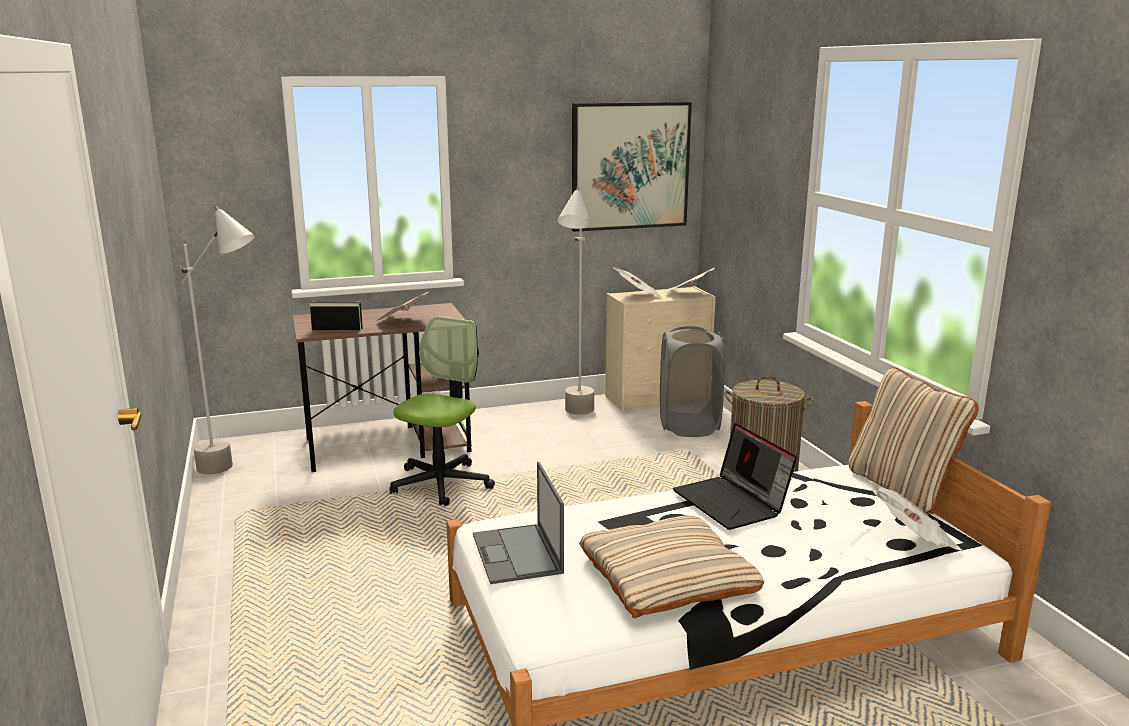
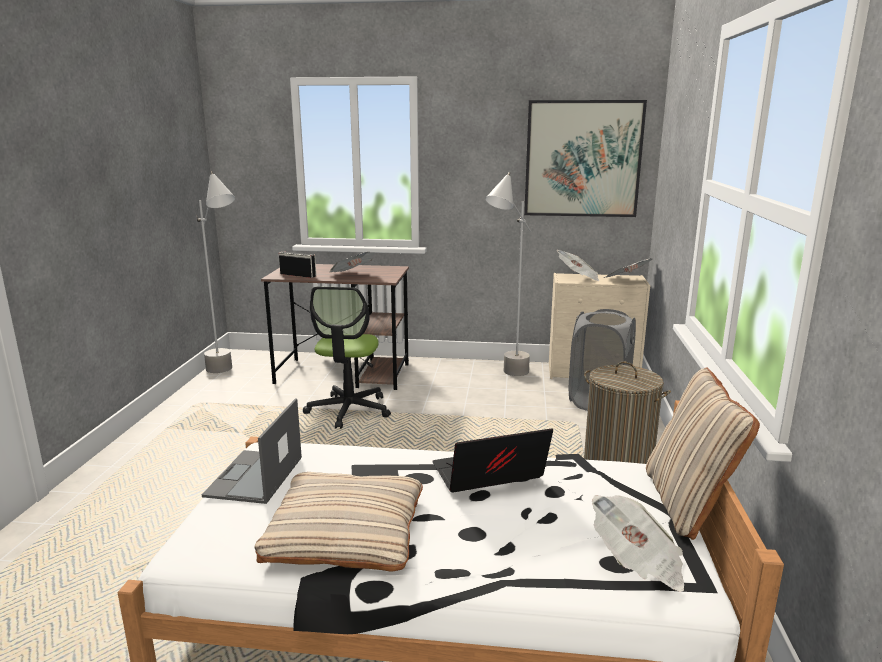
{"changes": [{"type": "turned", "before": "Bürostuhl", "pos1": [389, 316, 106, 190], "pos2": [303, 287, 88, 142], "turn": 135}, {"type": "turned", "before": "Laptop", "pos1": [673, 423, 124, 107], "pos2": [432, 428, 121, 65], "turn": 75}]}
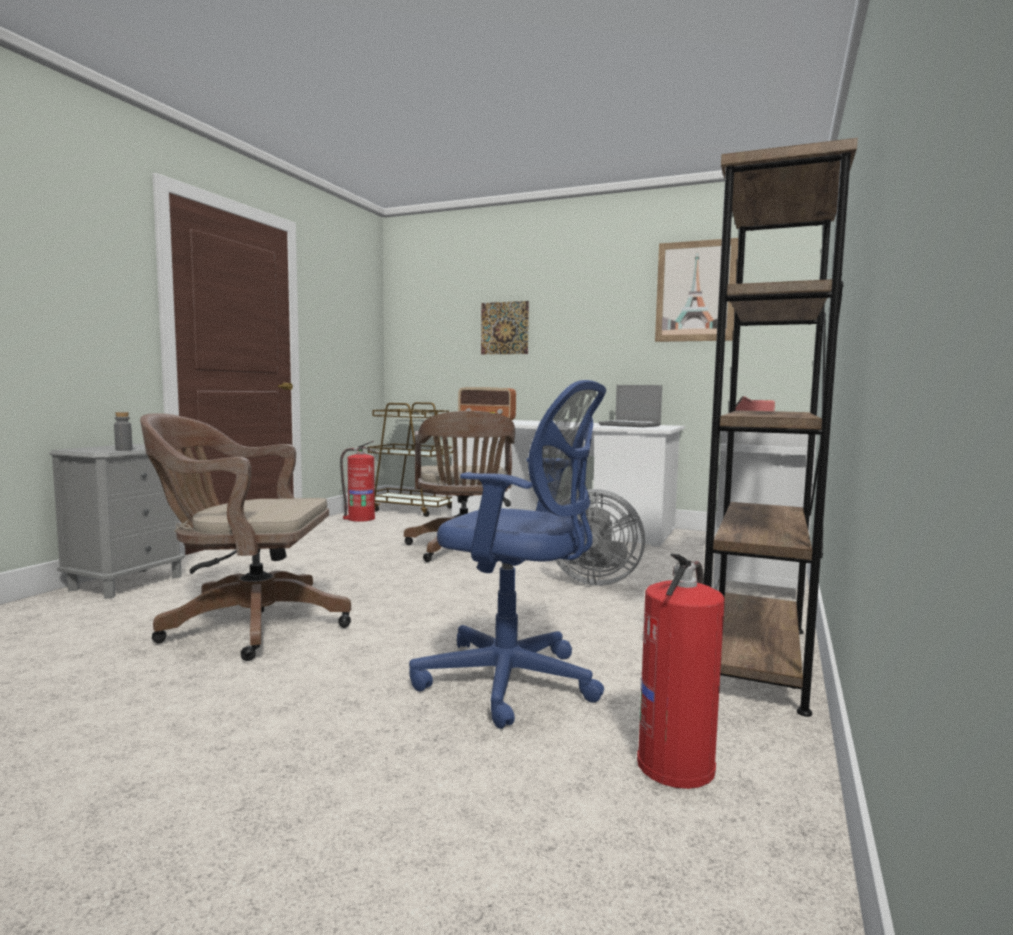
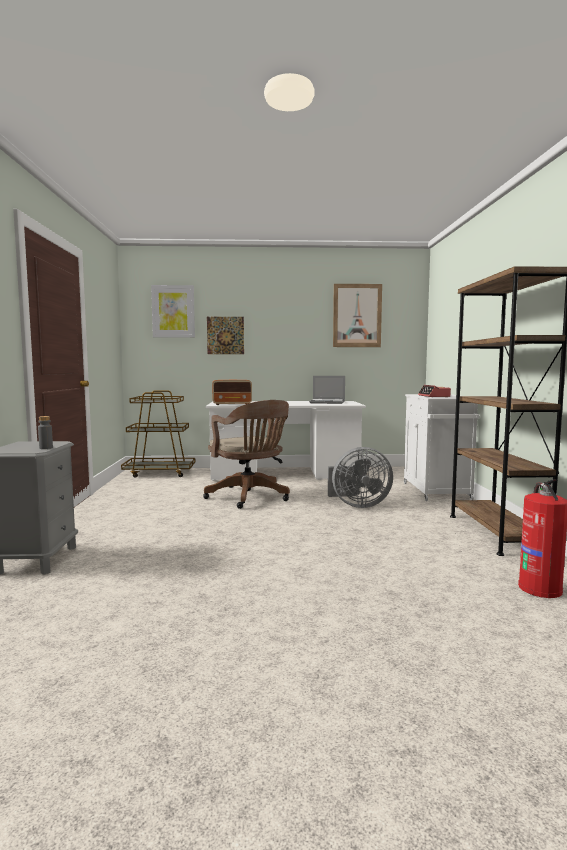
{"changes": [{"type": "removed", "before": "Bürostuhl/blau", "pos1": [409, 380, 197, 349]}, {"type": "removed", "before": "Bürostuhl/braun", "pos1": [140, 413, 211, 248]}, {"type": "removed", "before": "Feuerlöscher", "pos1": [340, 441, 38, 81]}, {"type": "added", "after": "Bild", "pos2": [151, 285, 44, 53]}]}
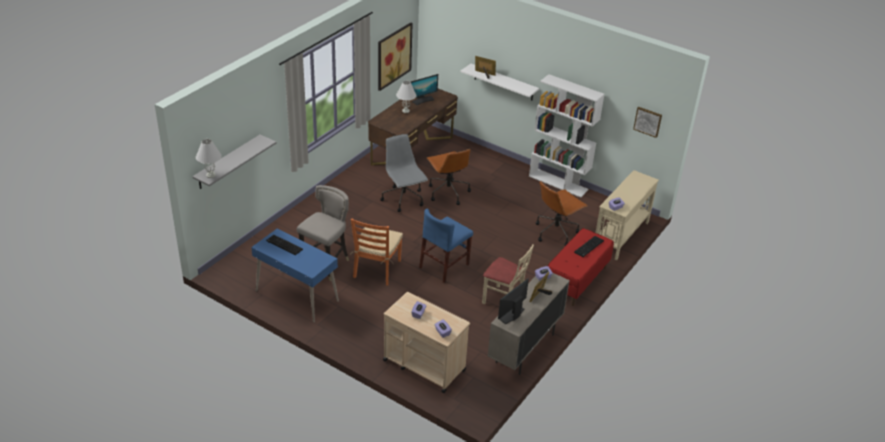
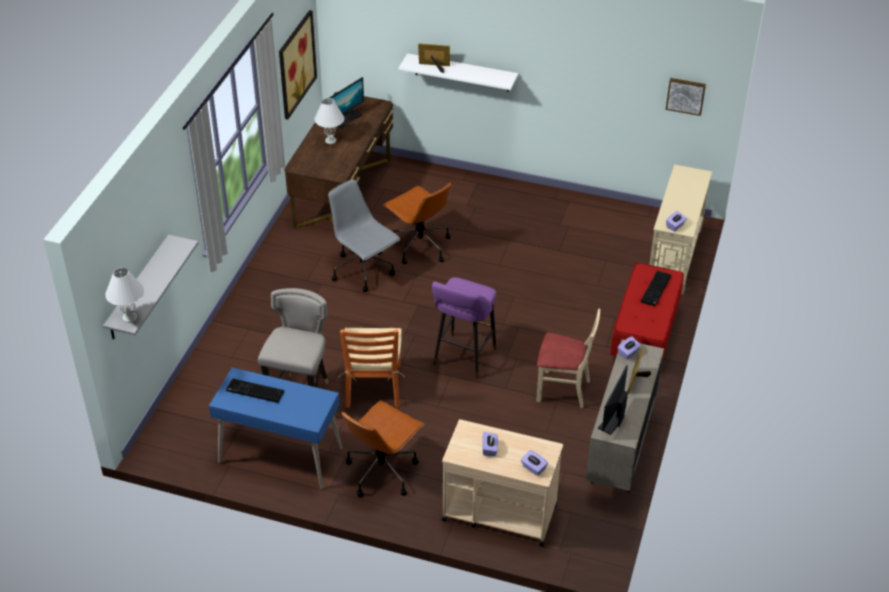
{"changes": [{"type": "removed", "before": "Bücherregal/weiß", "pos1": [529, 74, 76, 124]}, {"type": "moved", "before": "Bürostuhl/braun", "pos1": [536, 181, 52, 65], "pos2": [342, 401, 82, 96]}, {"type": "replaced", "before": "Stuhl/blau", "after": "Hocker/lila", "pos1": [419, 208, 54, 75], "pos2": [432, 277, 65, 102]}]}
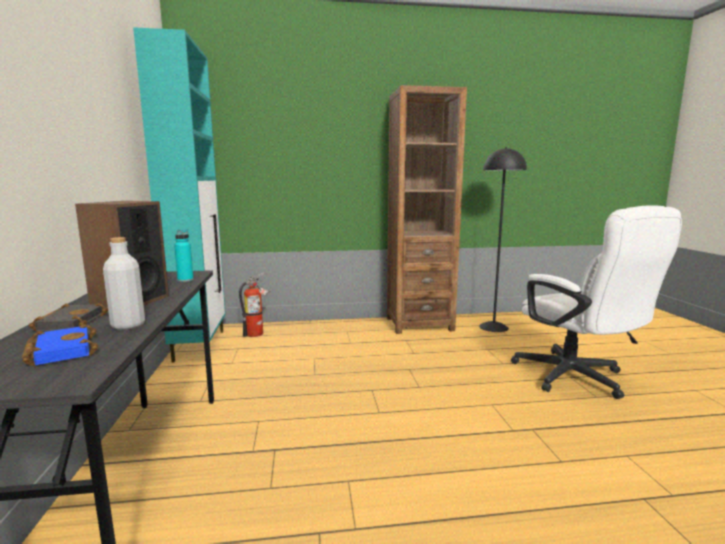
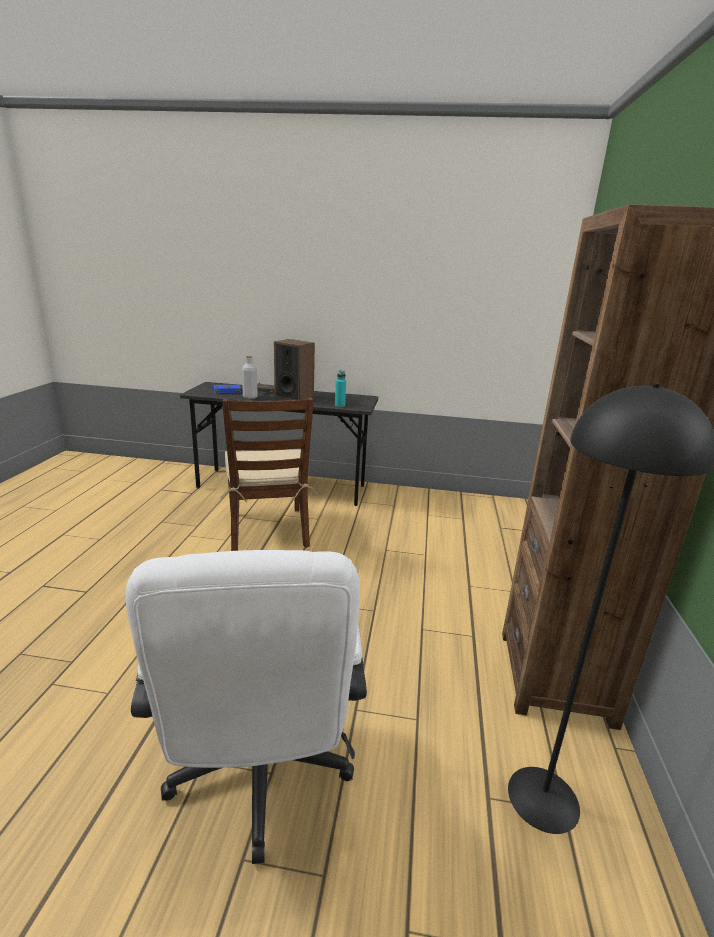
{"changes": [{"type": "removed", "before": "Schrank/türkis", "pos1": [133, 27, 93, 336]}, {"type": "turned", "before": "Bürostuhl/weiß", "pos1": [511, 205, 171, 194], "pos2": [126, 550, 241, 314], "turn": -90}, {"type": "removed", "before": "Feuerlöscher", "pos1": [239, 272, 32, 65]}, {"type": "added", "after": "Stuhl/braun", "pos2": [220, 398, 97, 153]}]}
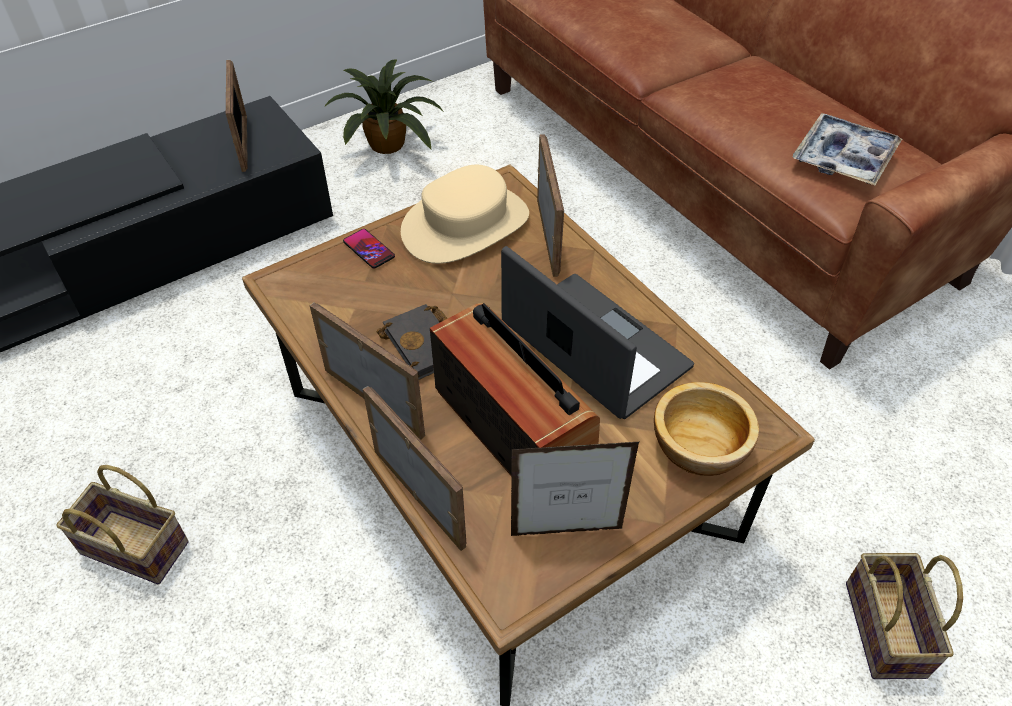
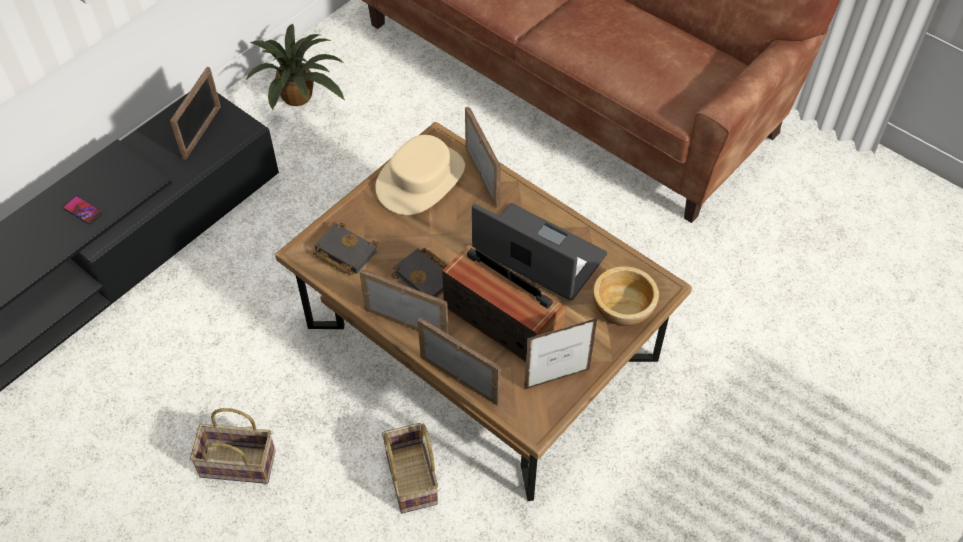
{"changes": [{"type": "turned", "before": "Bilderrahmen", "pos1": [226, 60, 22, 112], "pos2": [170, 67, 51, 93], "turn": 45}, {"type": "removed", "before": "Tablett", "pos1": [792, 113, 110, 72]}, {"type": "moved", "before": "Handy", "pos1": [343, 229, 52, 40], "pos2": [63, 196, 40, 28]}, {"type": "moved", "before": "Korb", "pos1": [846, 553, 117, 126], "pos2": [382, 423, 56, 90]}, {"type": "added", "after": "Buch/schwarz", "pos2": [313, 222, 65, 53]}]}
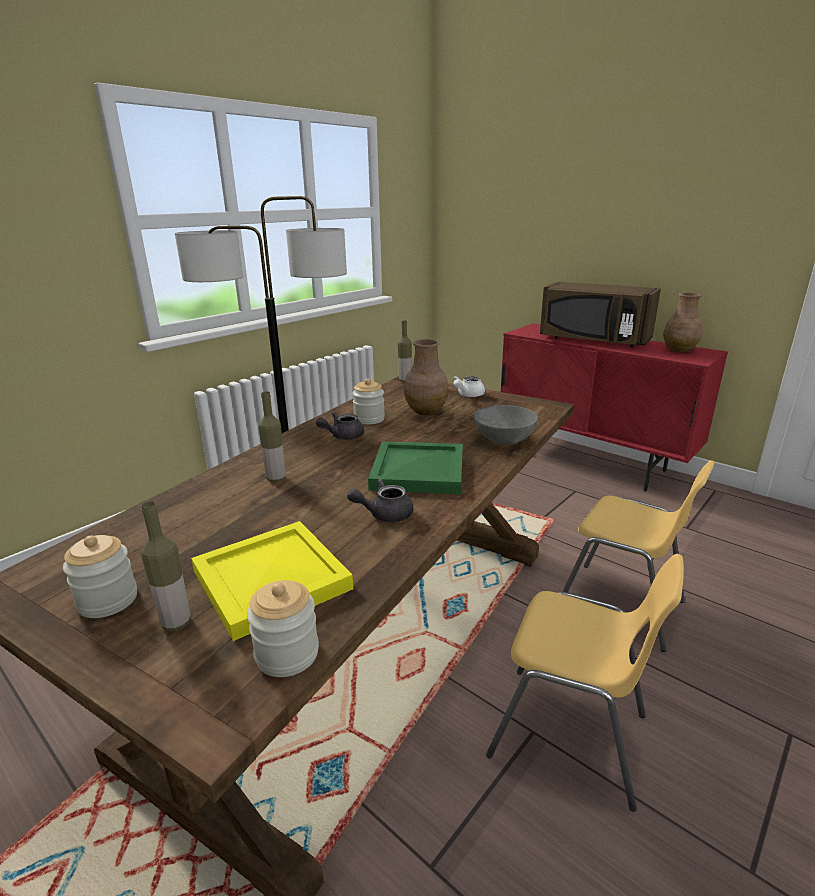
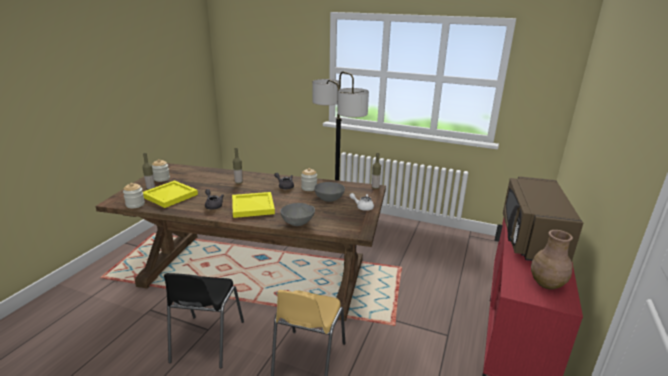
{"changes": [{"type": "replaced", "before": "Vase/braun", "after": "Schüssel/grau", "pos1": [404, 339, 45, 76], "pos2": [314, 182, 31, 20]}, {"type": "recoloured", "before": "Tablett/grün", "after": "Tablett/gelb", "pos1": [368, 441, 95, 53], "pos2": [232, 192, 43, 26]}, {"type": "recoloured", "before": "Stuhl/gelb", "after": "Stuhl/schwarz", "pos1": [486, 554, 198, 258], "pos2": [164, 273, 80, 95]}]}
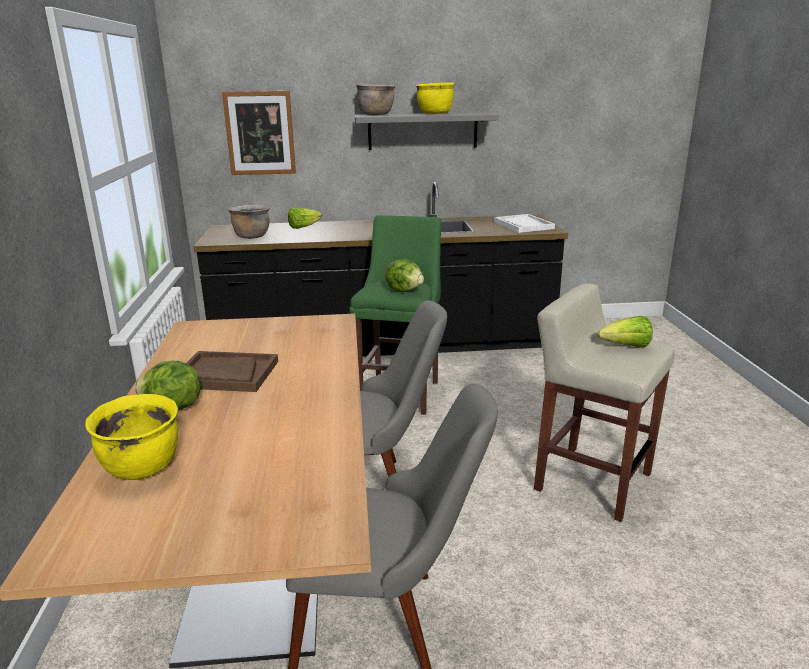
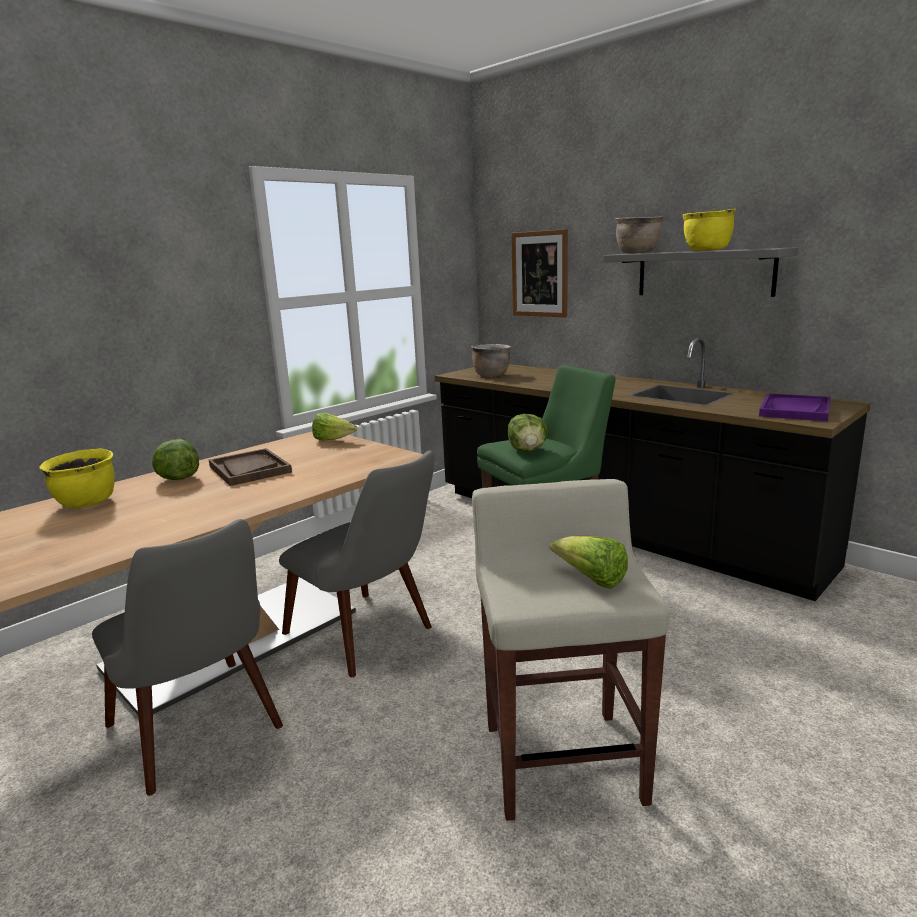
{"changes": [{"type": "moved", "before": "Salatkopf", "pos1": [288, 207, 34, 22], "pos2": [312, 413, 45, 28]}, {"type": "recoloured", "before": "Tablett/weiß", "after": "Tablett/lila", "pos1": [494, 214, 61, 19], "pos2": [759, 393, 72, 28]}]}
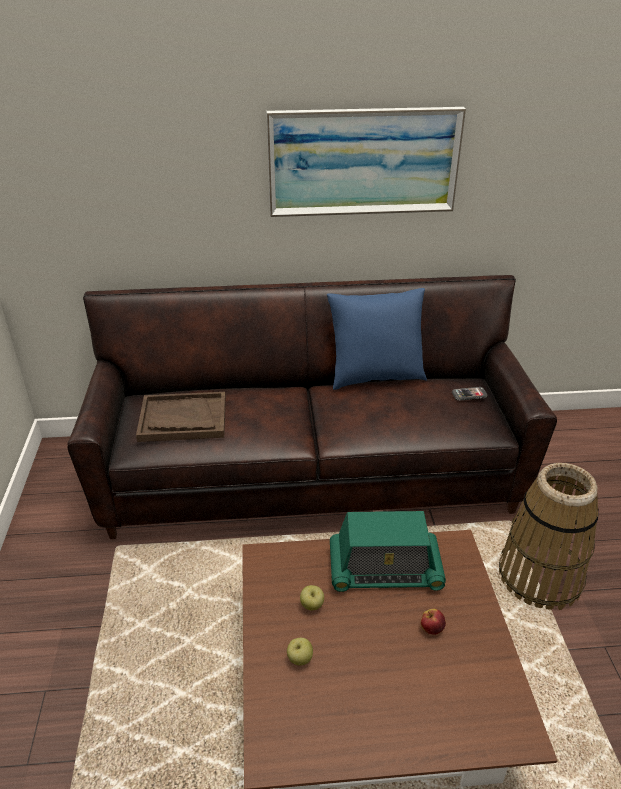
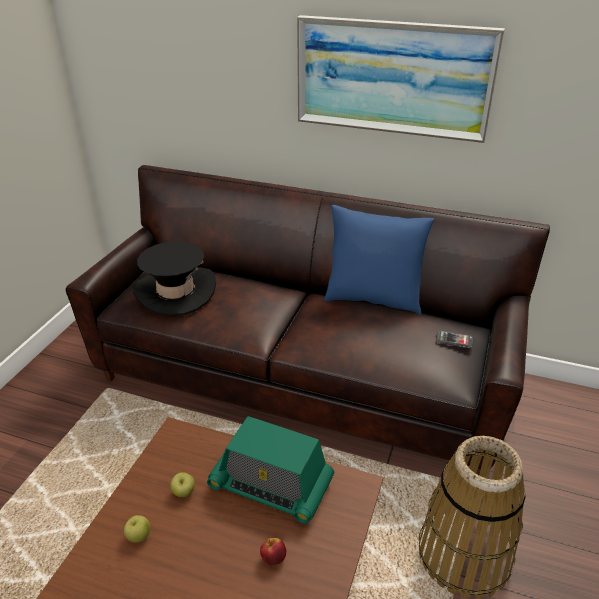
{"changes": [{"type": "replaced", "before": "Tablett/braun", "after": "Hut/schwarz", "pos1": [136, 392, 90, 50], "pos2": [133, 241, 83, 75]}]}
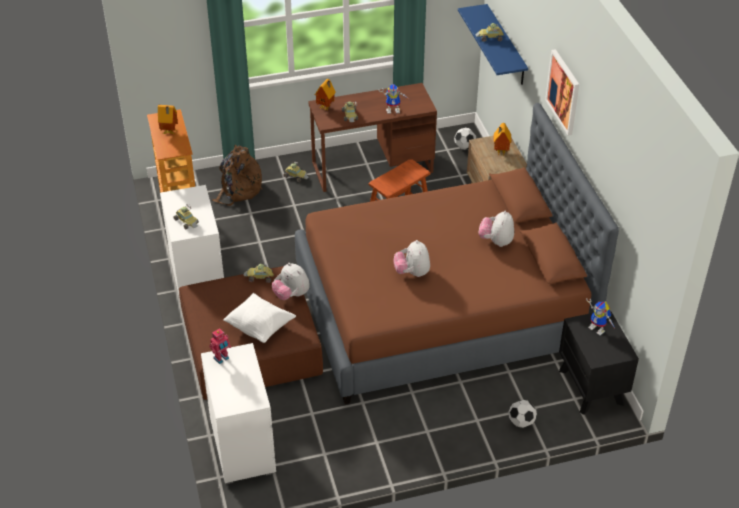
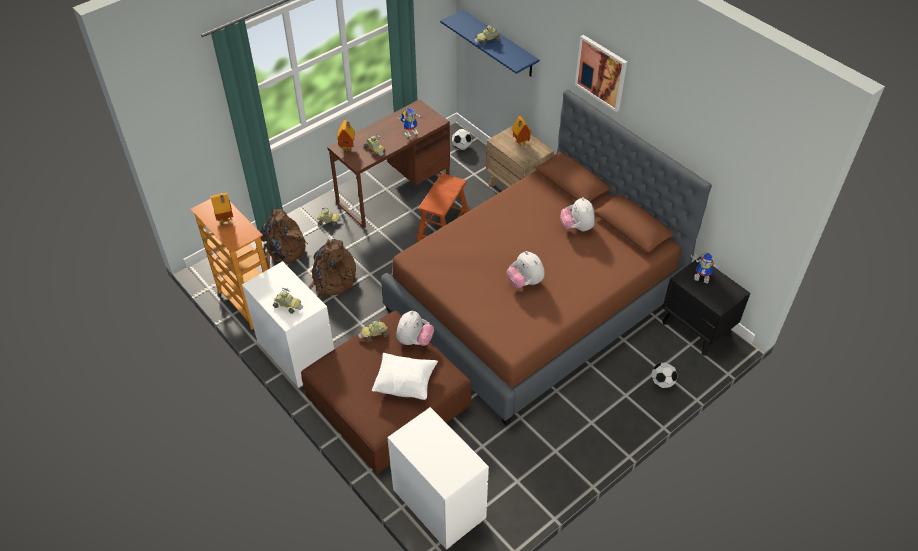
{"changes": [{"type": "turned", "before": "Plüschtier", "pos1": [272, 263, 38, 37], "pos2": [396, 310, 38, 36], "turn": -90}, {"type": "removed", "before": "Spielzeugroboter", "pos1": [209, 328, 22, 36]}, {"type": "added", "after": "Rucksack/braun", "pos2": [308, 239, 48, 60]}]}
